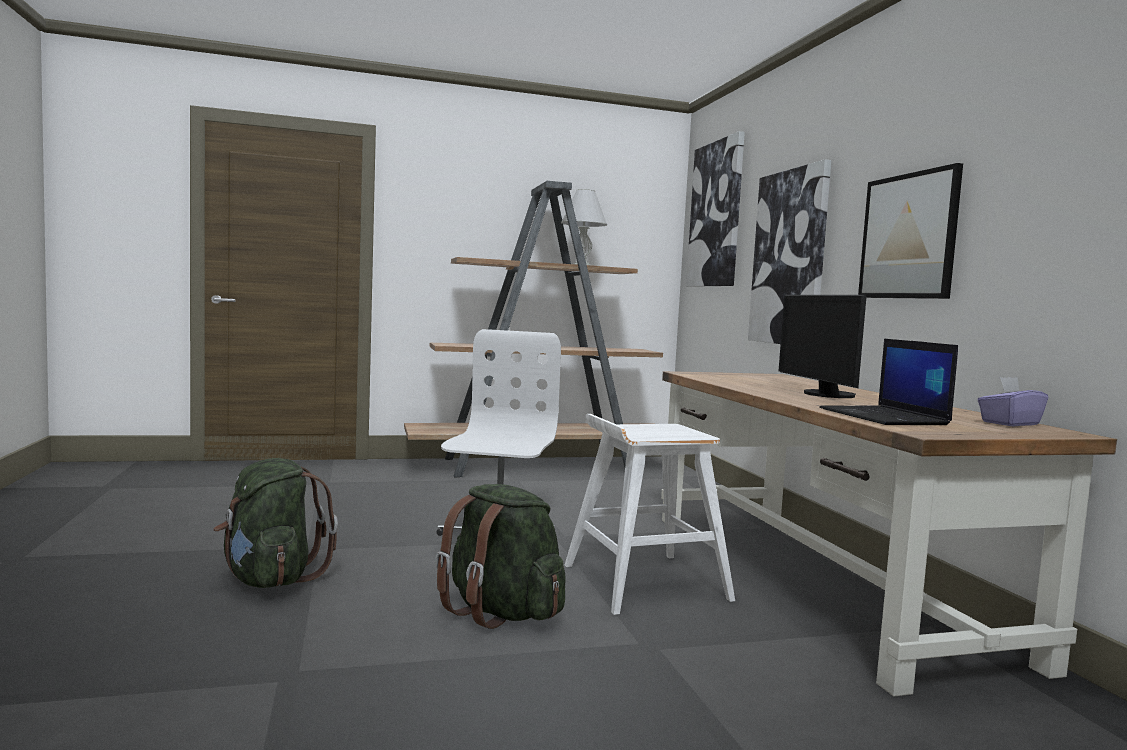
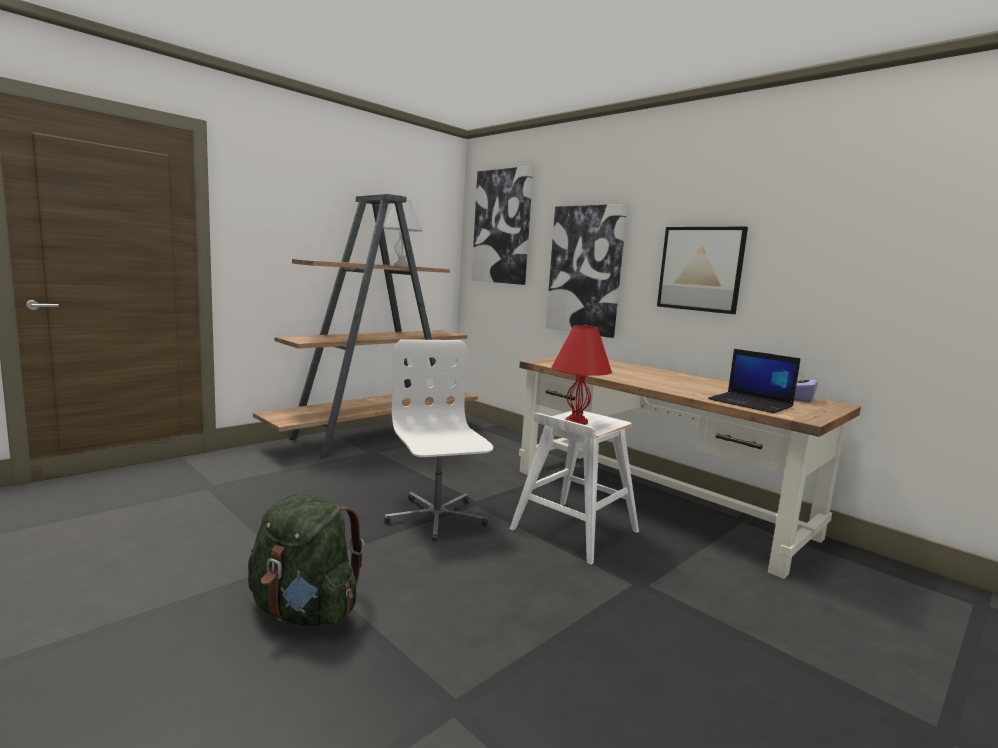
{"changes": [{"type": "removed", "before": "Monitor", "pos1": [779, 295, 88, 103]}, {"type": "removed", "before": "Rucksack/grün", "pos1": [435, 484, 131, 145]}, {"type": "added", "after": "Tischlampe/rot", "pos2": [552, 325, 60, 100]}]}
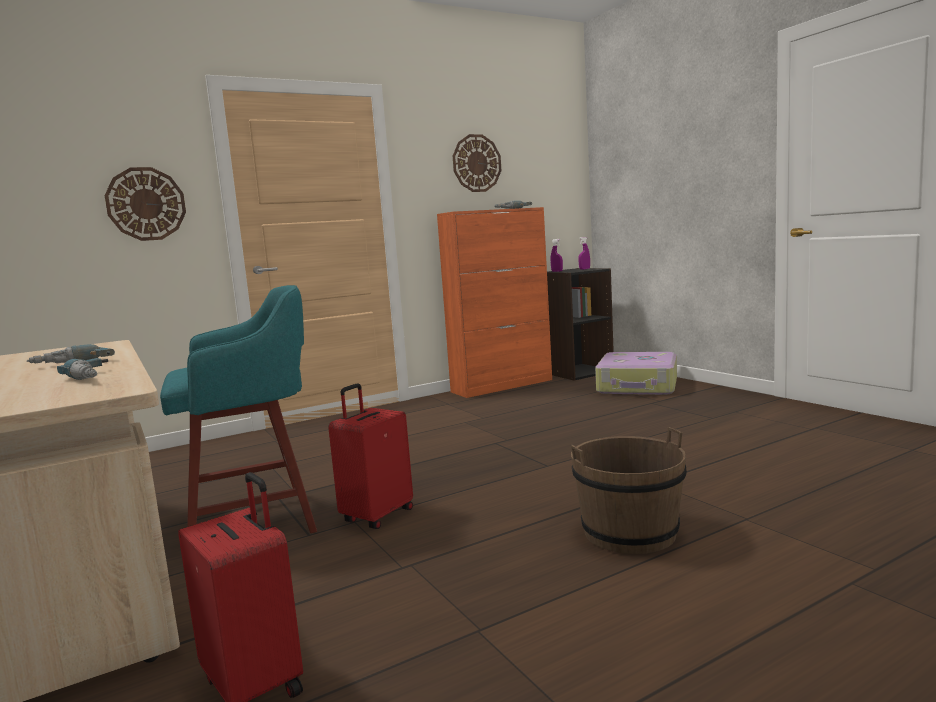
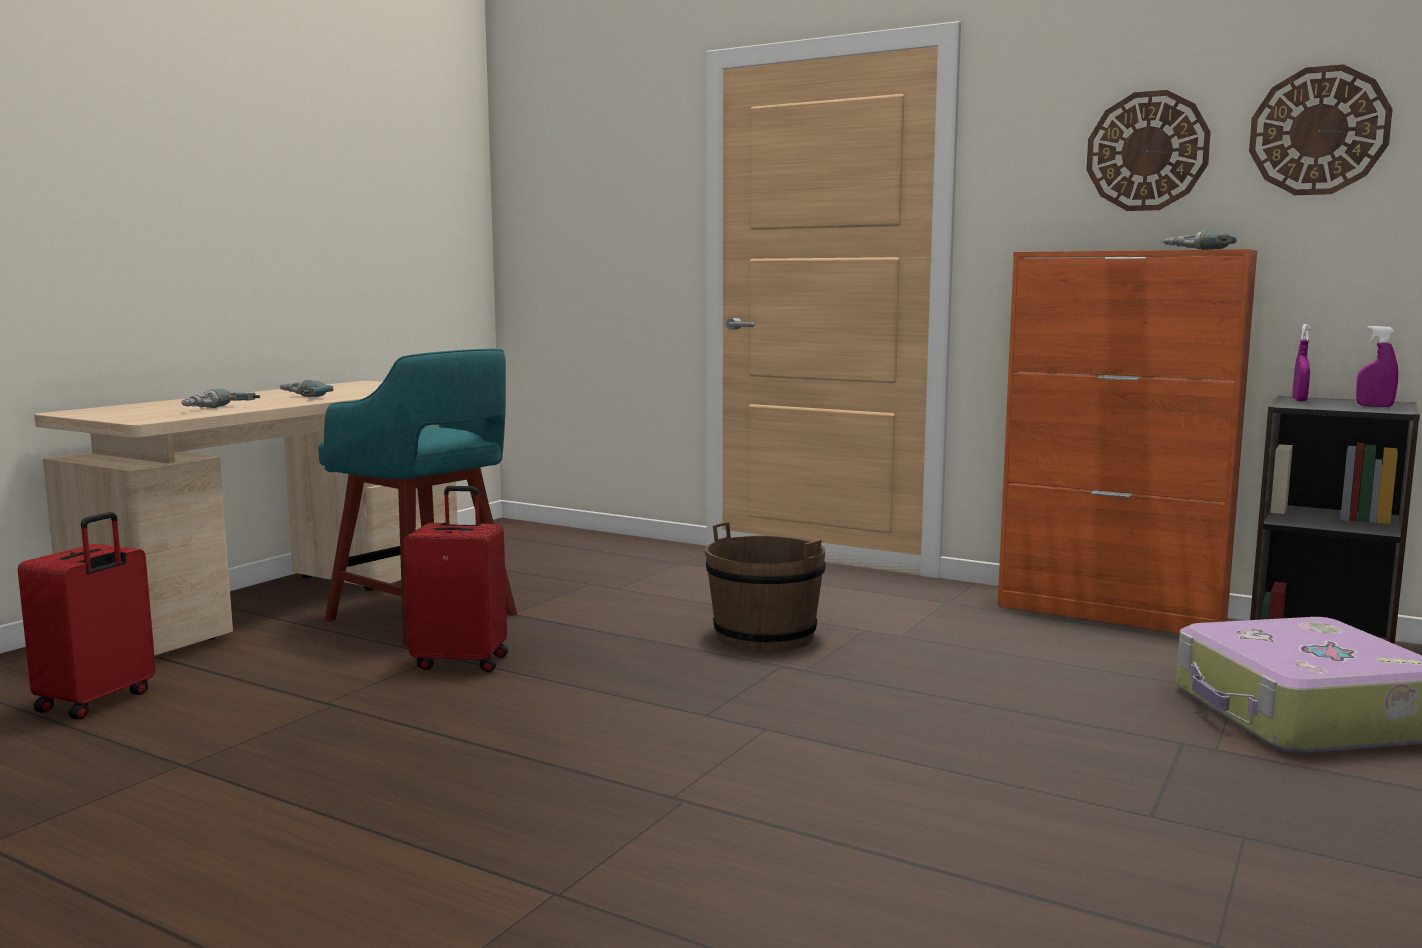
{"changes": [{"type": "moved", "before": "Wanduhr", "pos1": [104, 167, 82, 74], "pos2": [1249, 64, 144, 131]}, {"type": "moved", "before": "Eimer/braun", "pos1": [571, 427, 116, 127], "pos2": [705, 522, 121, 130]}]}
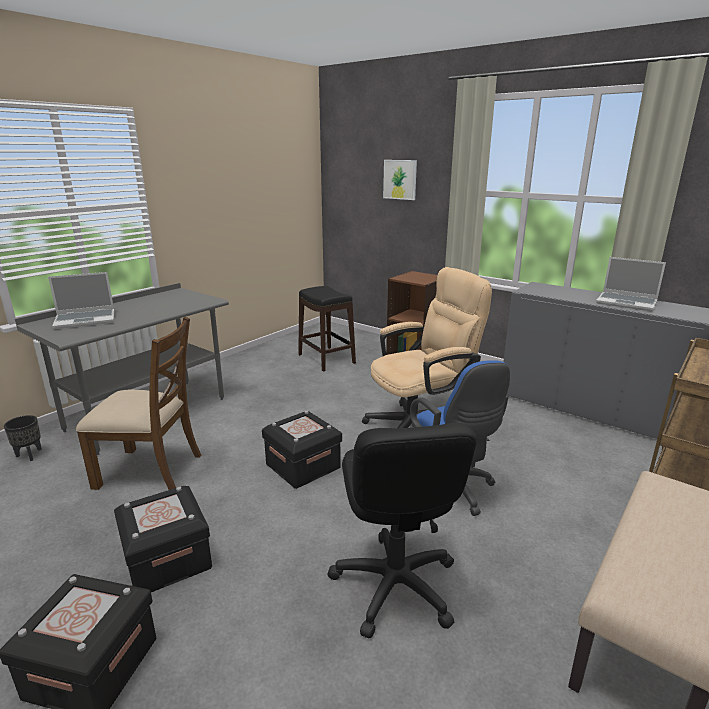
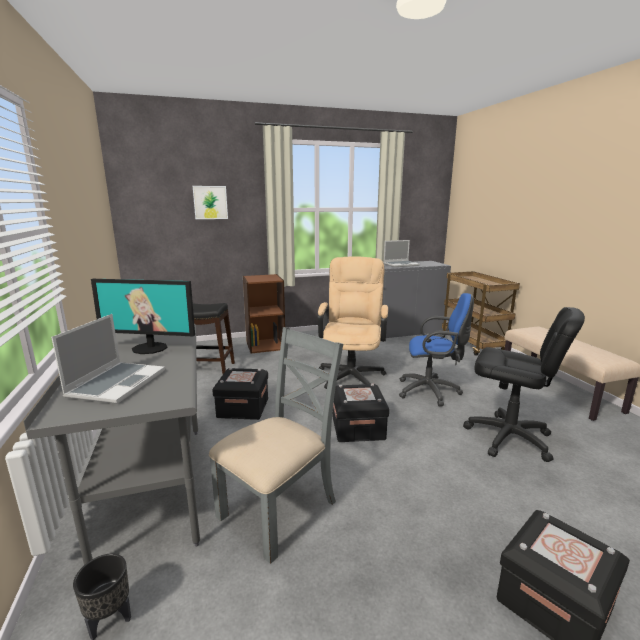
{"changes": [{"type": "recoloured", "before": "Stuhl/braun", "after": "Stuhl/grau", "pos1": [76, 317, 125, 173], "pos2": [209, 327, 134, 237]}, {"type": "moved", "before": "Aufbewahrungsbox/schwarz", "pos1": [114, 486, 98, 106], "pos2": [212, 368, 56, 52]}, {"type": "added", "after": "Monitor", "pos2": [91, 279, 104, 75]}]}
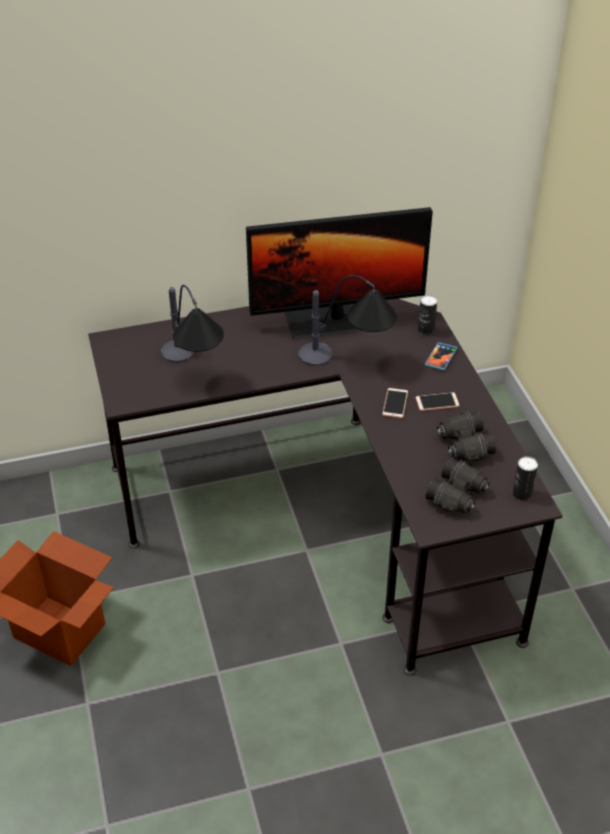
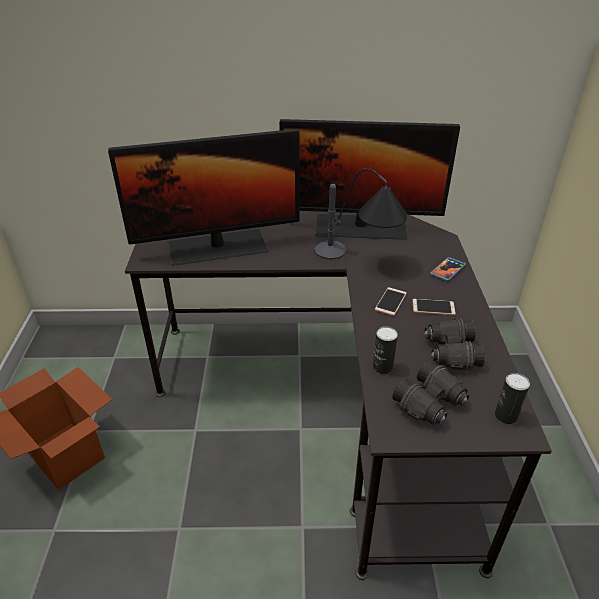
{"changes": [{"type": "replaced", "before": "Tischlampe", "after": "Monitor", "pos1": [161, 285, 63, 77], "pos2": [108, 129, 191, 137]}, {"type": "moved", "before": "Dose", "pos1": [418, 295, 19, 40], "pos2": [373, 326, 25, 48]}]}
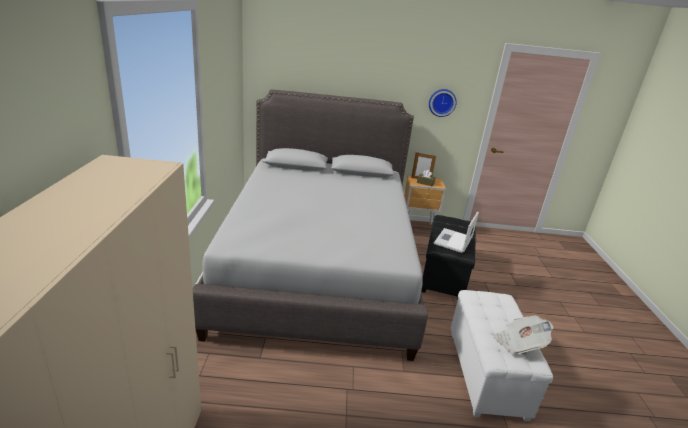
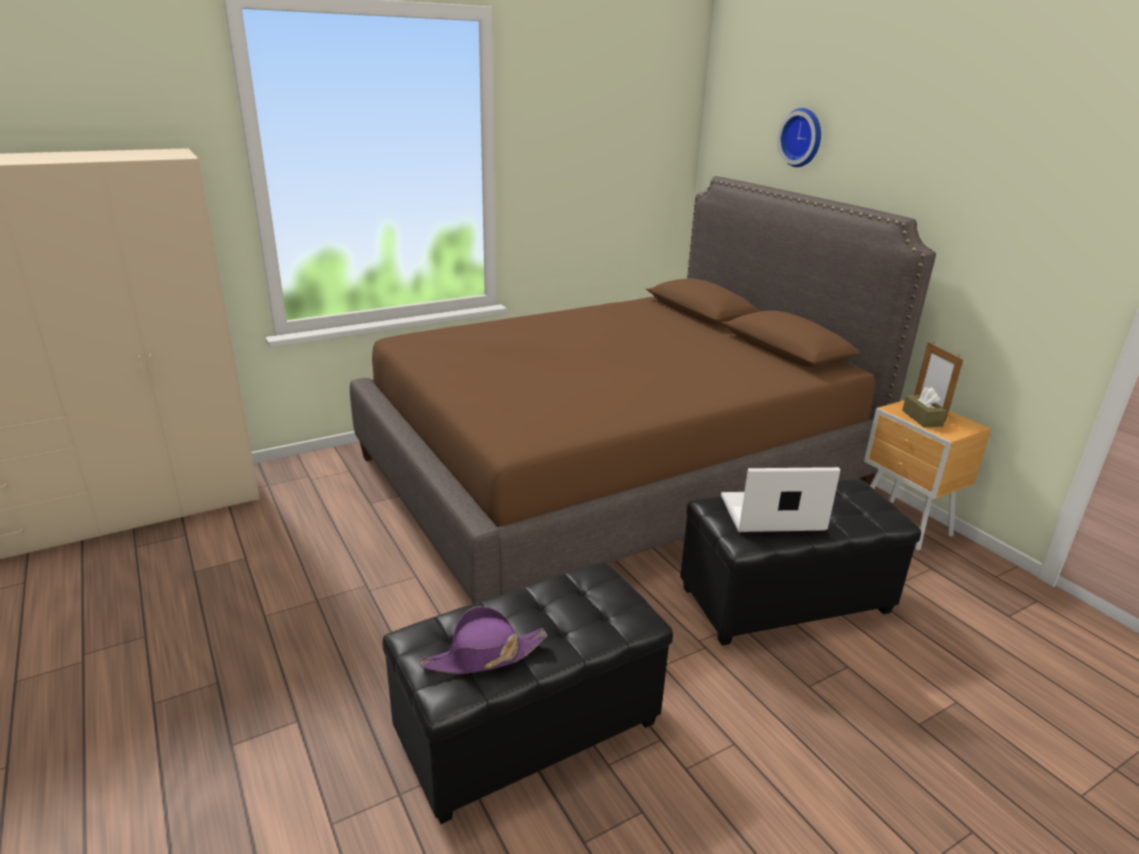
{"changes": [{"type": "recoloured", "before": "Bett/grau", "after": "Bett/braun", "pos1": [192, 89, 236, 272], "pos2": [350, 176, 586, 428]}, {"type": "moved", "before": "Wanduhr", "pos1": [429, 89, 28, 28], "pos2": [777, 108, 44, 59]}, {"type": "recoloured", "before": "Polsterhocker/weiß", "after": "Polsterhocker/schwarz", "pos1": [451, 290, 102, 132], "pos2": [383, 562, 290, 262]}, {"type": "replaced", "before": "Zeitung", "after": "Hut/lila", "pos1": [494, 315, 60, 39], "pos2": [419, 606, 128, 68]}]}
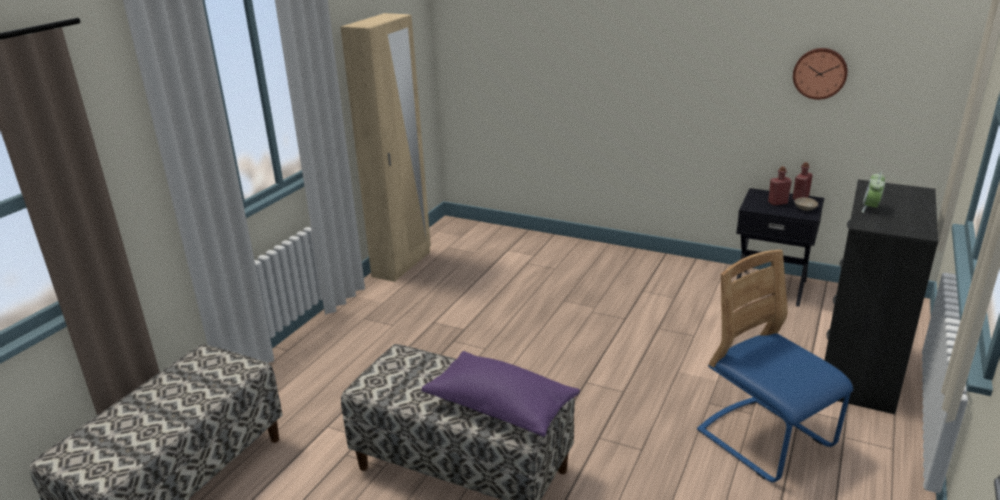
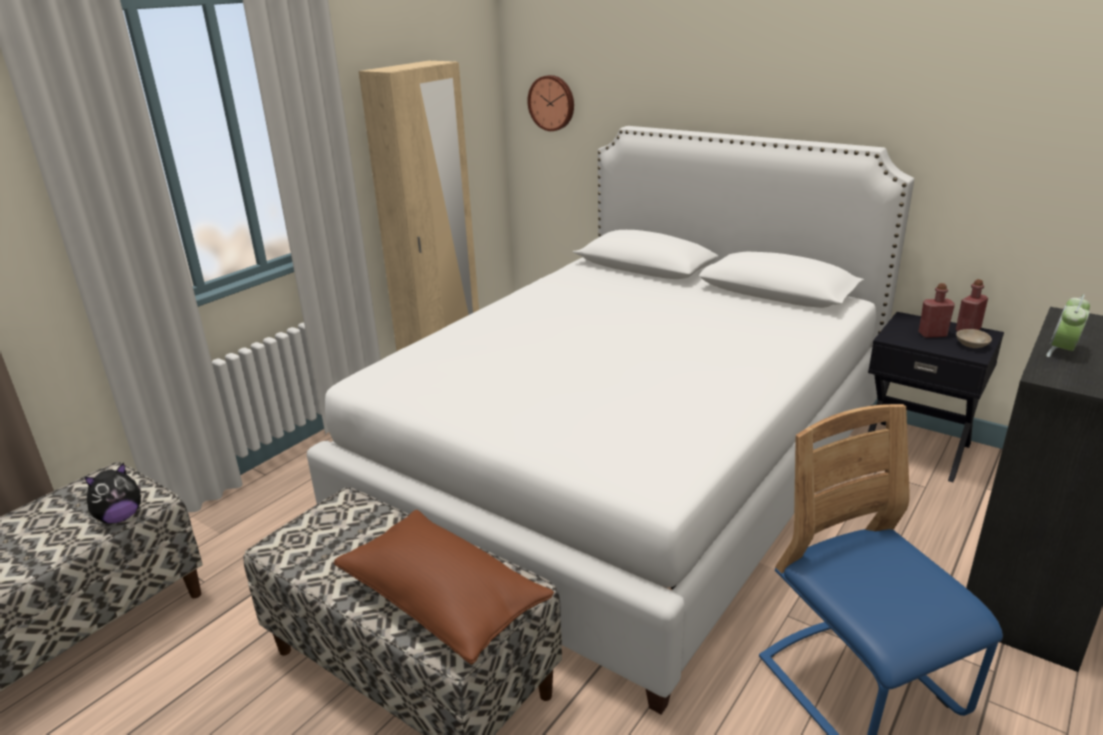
{"changes": [{"type": "moved", "before": "Wanduhr", "pos1": [793, 48, 55, 52], "pos2": [527, 75, 47, 56]}, {"type": "recoloured", "before": "Kissen/lila", "after": "Kissen/braun", "pos1": [421, 351, 159, 86], "pos2": [334, 510, 220, 155]}, {"type": "added", "after": "Bett/weiß", "pos2": [307, 126, 607, 588]}, {"type": "added", "after": "Plüschtier", "pos2": [85, 462, 56, 61]}]}
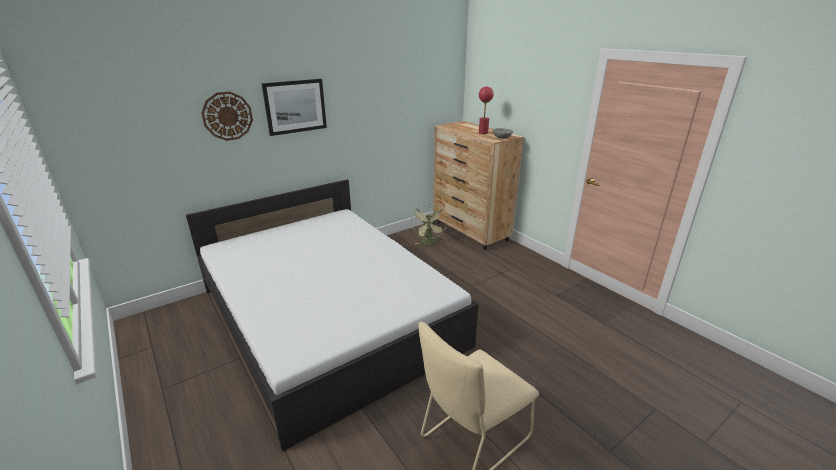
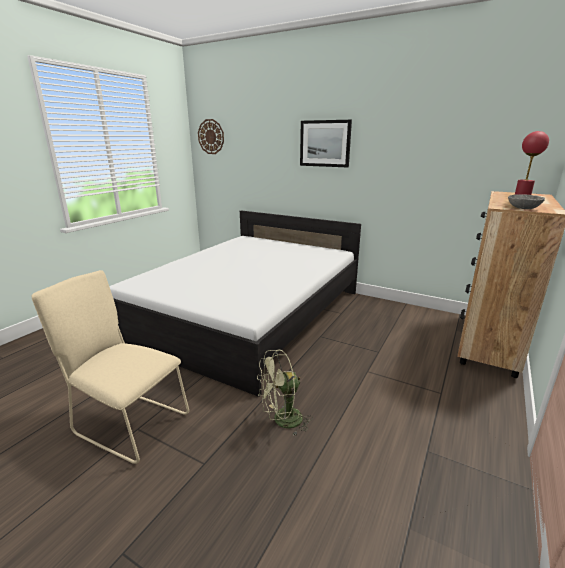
{"changes": [{"type": "moved", "before": "Wanduhr", "pos1": [201, 92, 52, 49], "pos2": [198, 119, 26, 35]}, {"type": "moved", "before": "Ventilator/grün", "pos1": [411, 204, 36, 41], "pos2": [257, 350, 56, 86]}]}
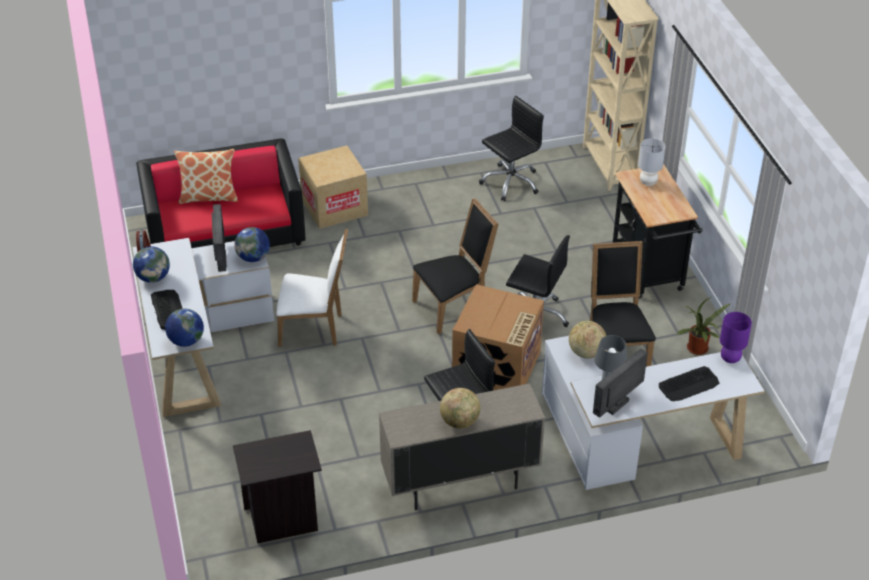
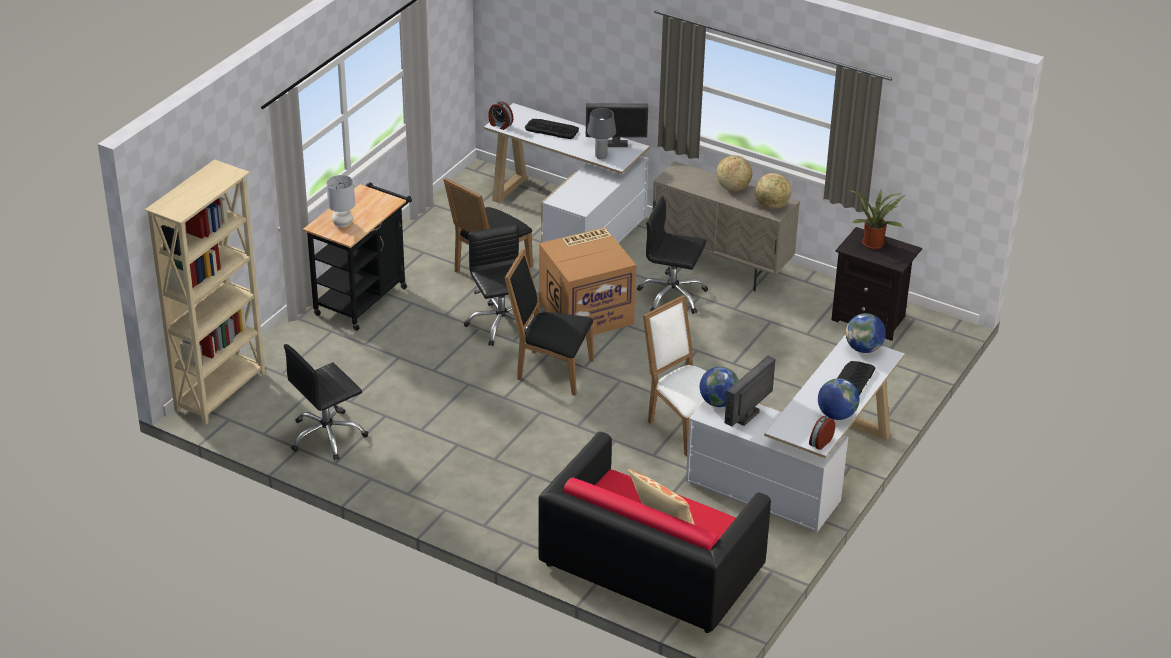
{"changes": [{"type": "turned", "before": "Bürostuhl/schwarz", "pos1": [479, 96, 65, 105], "pos2": [284, 344, 84, 116], "turn": -45}, {"type": "removed", "before": "Karton", "pos1": [298, 145, 70, 84]}, {"type": "moved", "before": "Topfpflanze", "pos1": [676, 297, 55, 58], "pos2": [849, 189, 56, 60]}, {"type": "replaced", "before": "Tischlampe/lila", "after": "Wecker", "pos1": [720, 312, 32, 51], "pos2": [488, 101, 25, 29]}, {"type": "moved", "before": "Globus", "pos1": [569, 321, 37, 38], "pos2": [755, 173, 36, 36]}]}
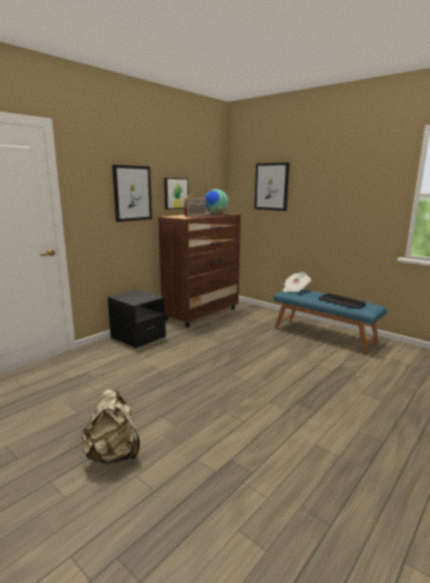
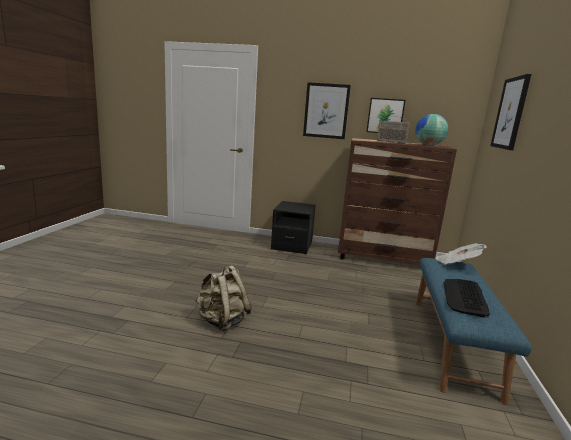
{"changes": [{"type": "moved", "before": "Rucksack/beige", "pos1": [82, 389, 58, 75], "pos2": [196, 265, 56, 67]}]}
